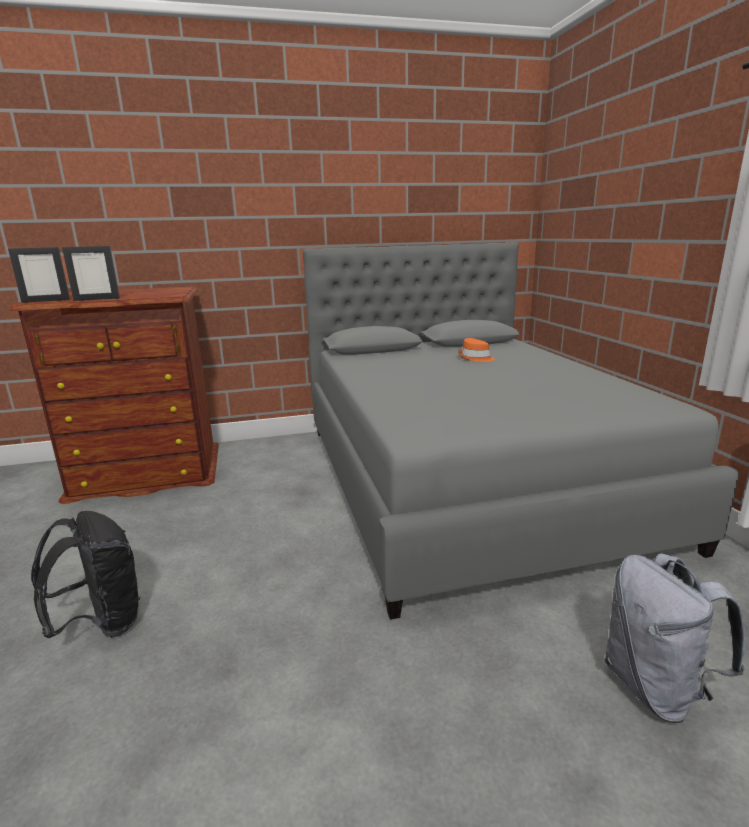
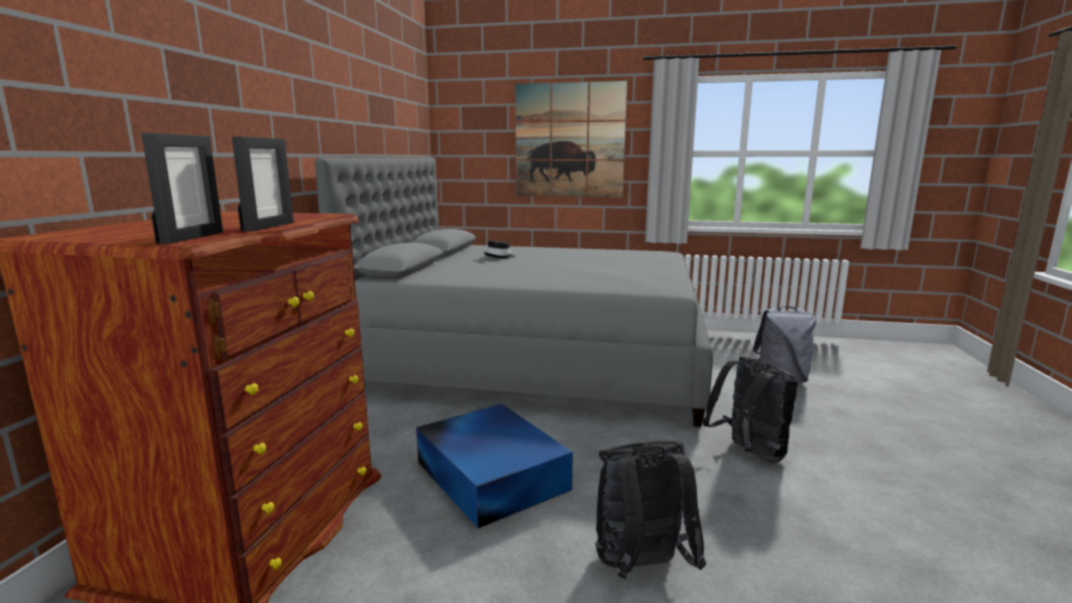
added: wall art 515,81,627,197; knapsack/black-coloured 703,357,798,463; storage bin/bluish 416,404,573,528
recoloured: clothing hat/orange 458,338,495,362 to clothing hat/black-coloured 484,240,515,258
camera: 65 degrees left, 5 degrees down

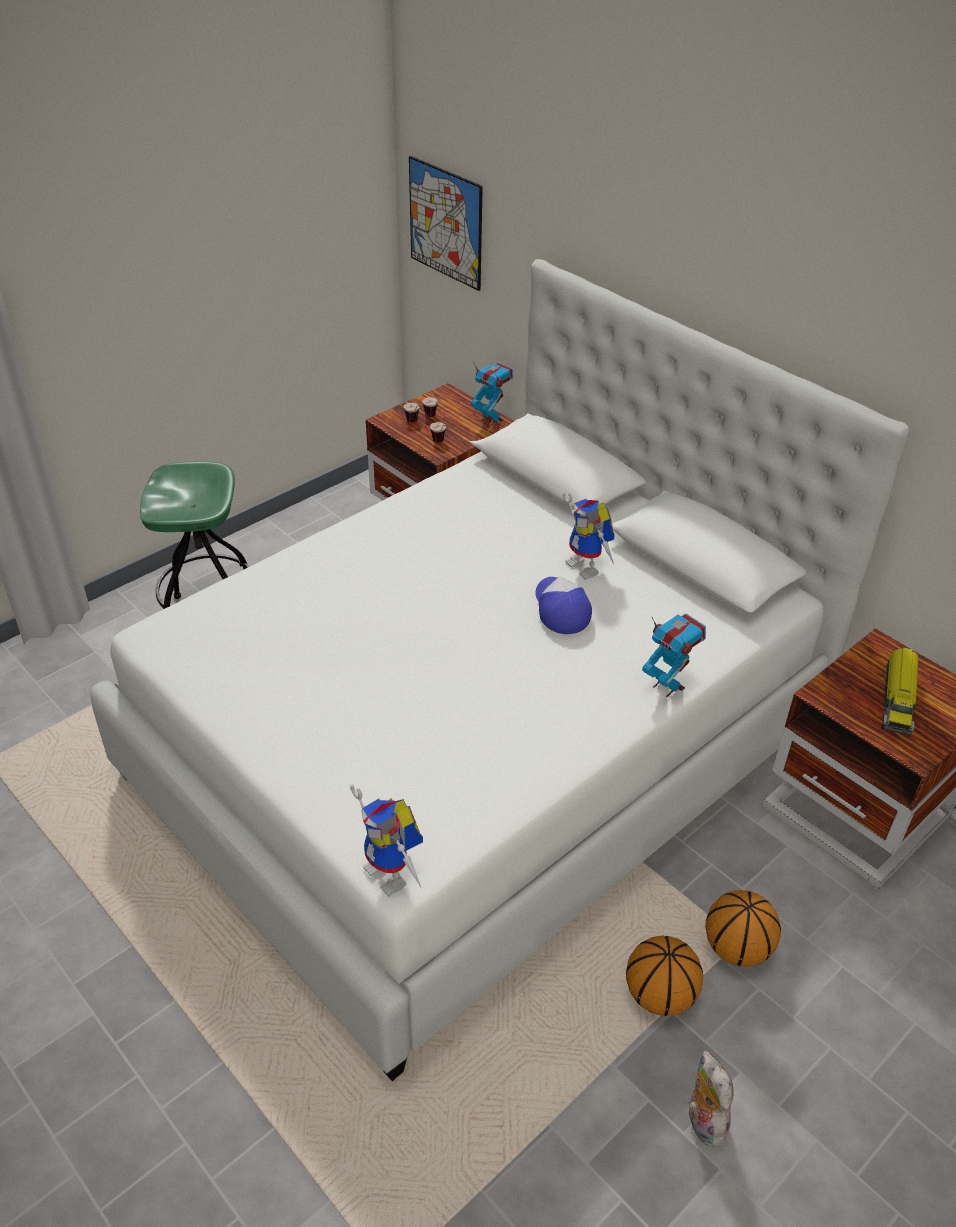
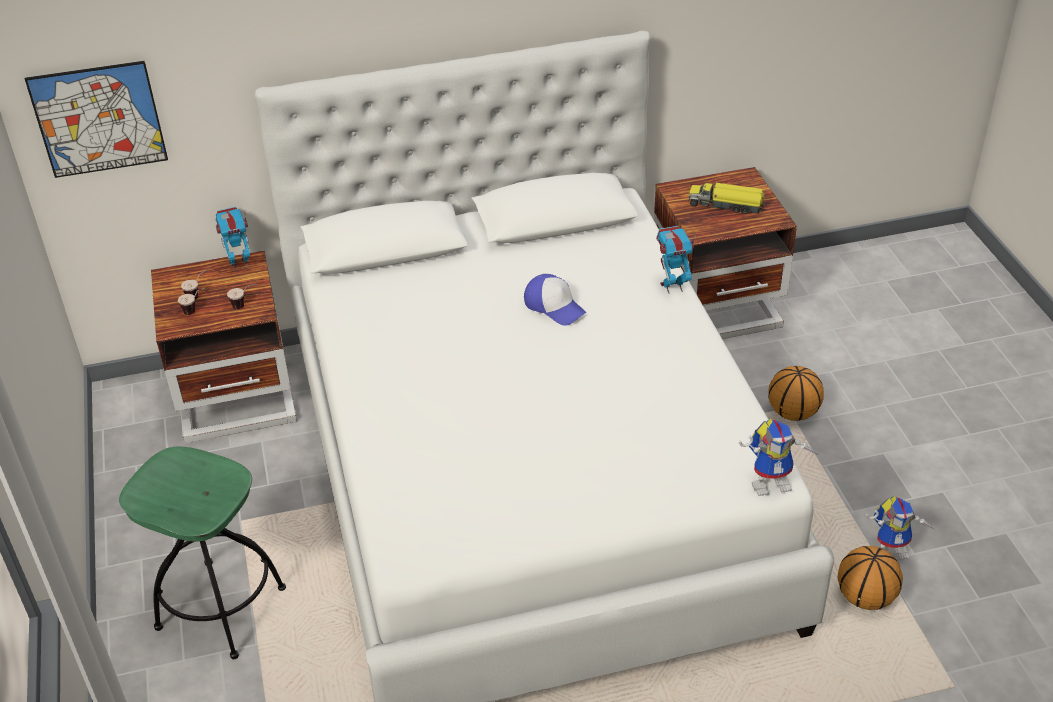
removed: cuddly toy 688,1050,734,1147
moved: robot figure 563,492,615,580 to 866,496,934,560; ball for basketball 626,935,703,1016 to 838,546,903,610
turned: cap 535,577,592,634 = 524,274,586,326 150 degrees counterclockwise; model truck 881,647,918,735 = 688,182,767,214 150 degrees clockwise
camera: 60 degrees left, 0 degrees up

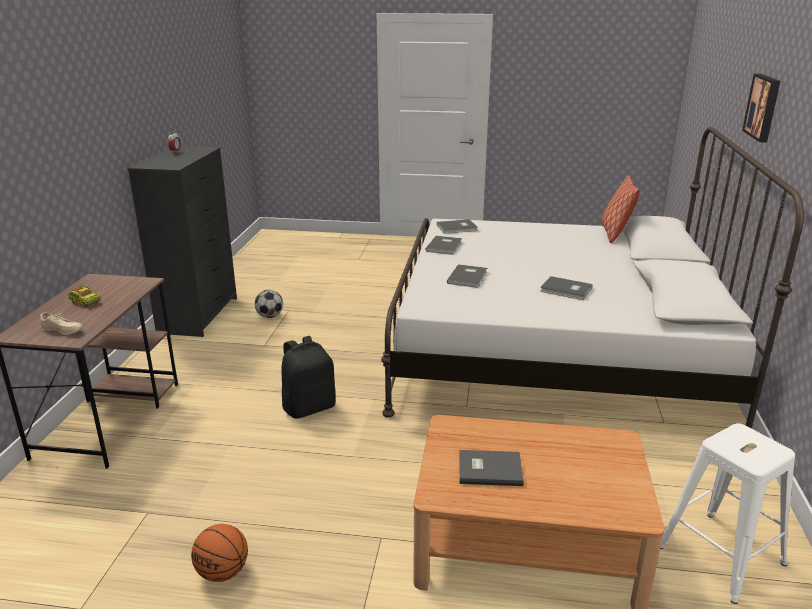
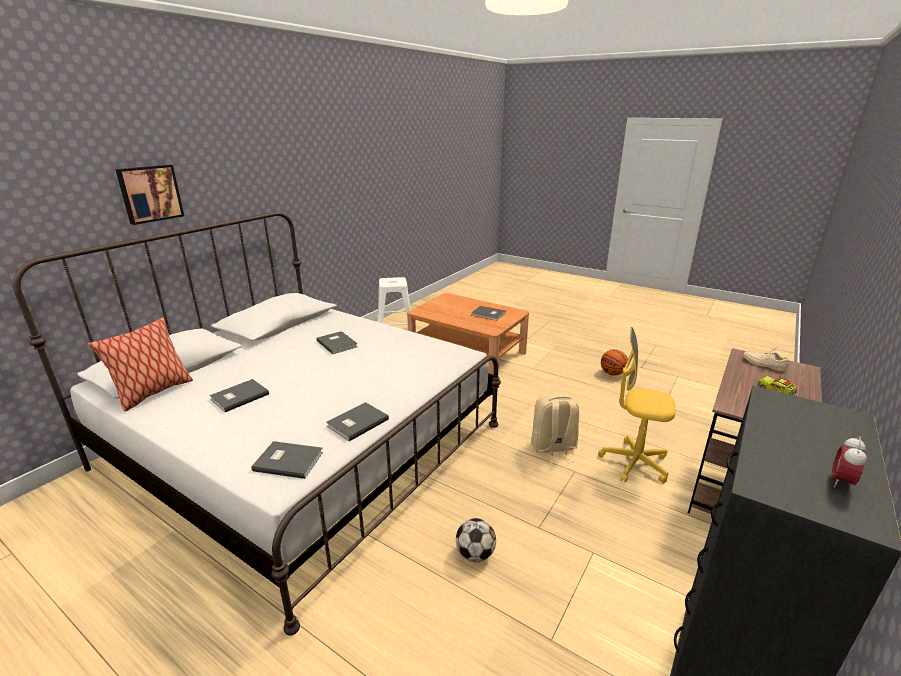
added: desk chair/yellow 598,327,676,484
moved: book/grey 447,264,487,288 to 209,379,269,412; ball for football 255,290,283,318 to 456,518,496,562
recoloured: knapsack/black-coloured 281,336,336,419 to knapsack/beige 531,394,579,464
camera: 155 degrees left, 0 degrees up

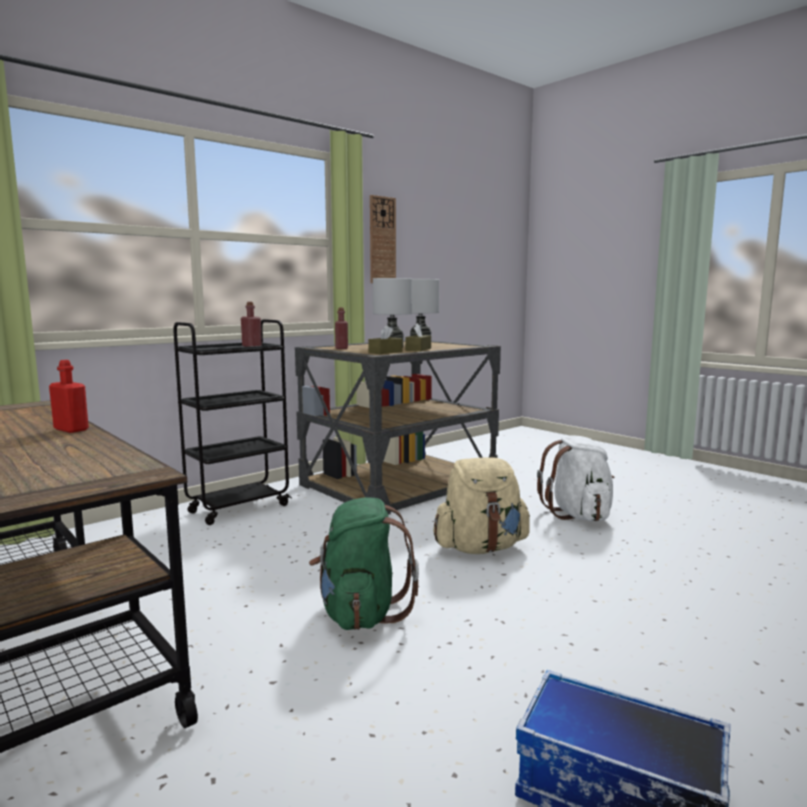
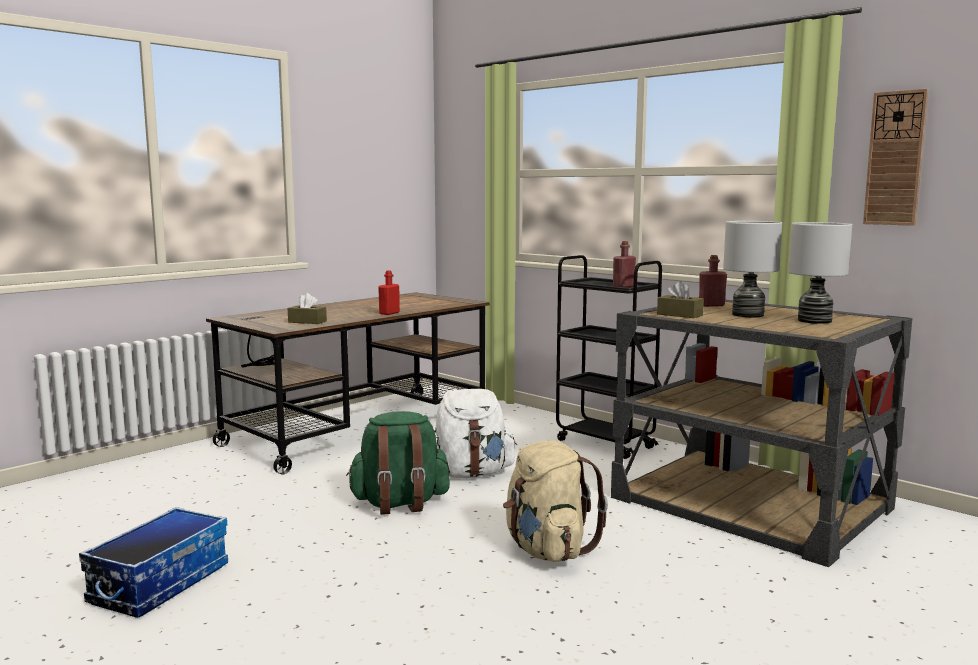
moved: box of tissues/brown-coloured 405,323,431,351 to 288,293,327,324; knapsack/white 537,435,614,521 to 434,389,517,479
camera: 85 degrees right, 0 degrees up

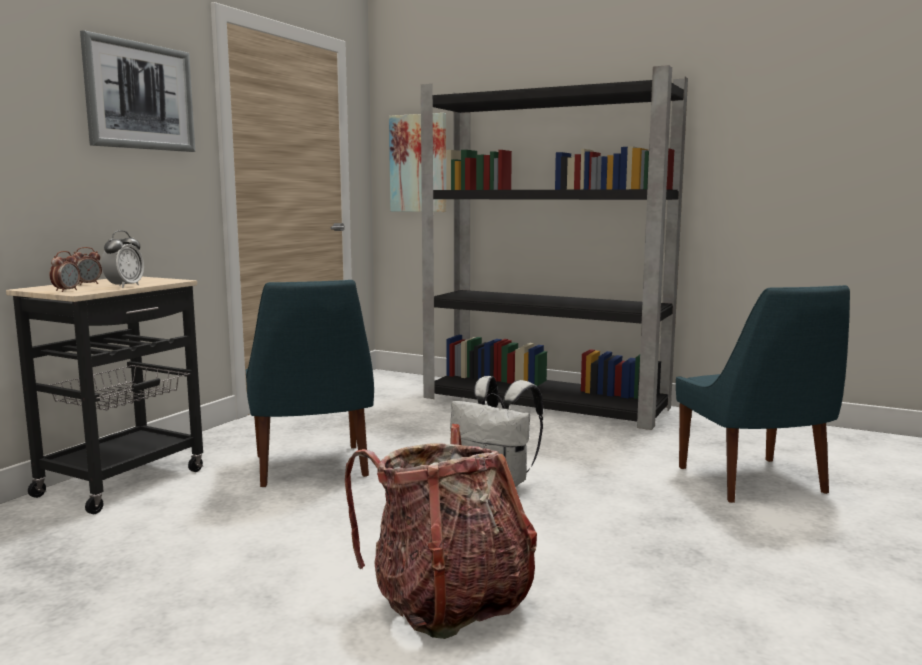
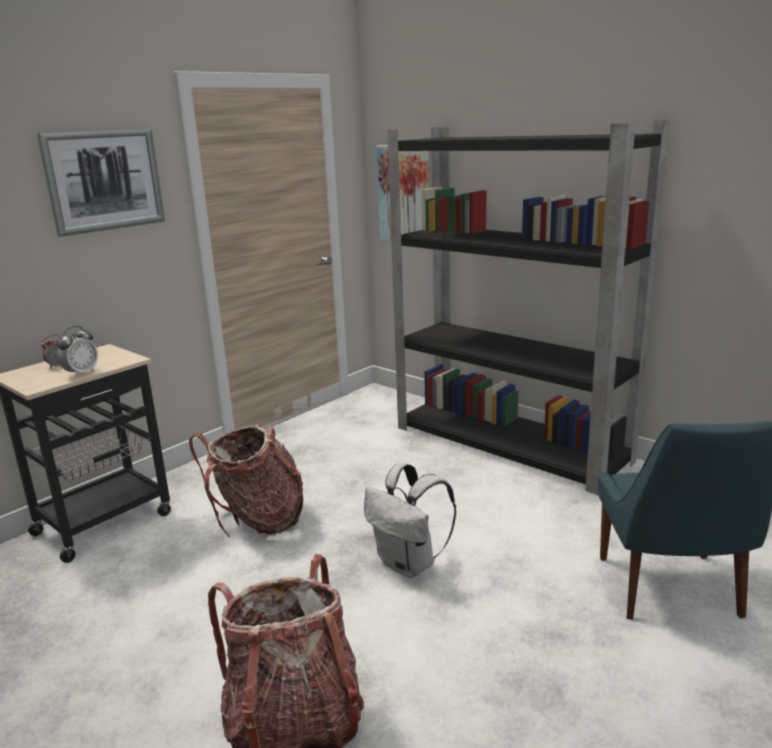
removed: alarm clock 49,251,80,292
replaced: plain chair/bluish 245,280,374,487 to knapsack 189,424,303,538
camera: 15 degrees right, 10 degrees up

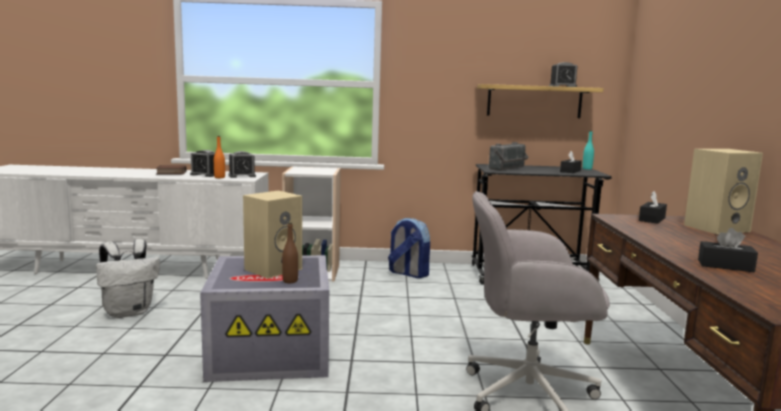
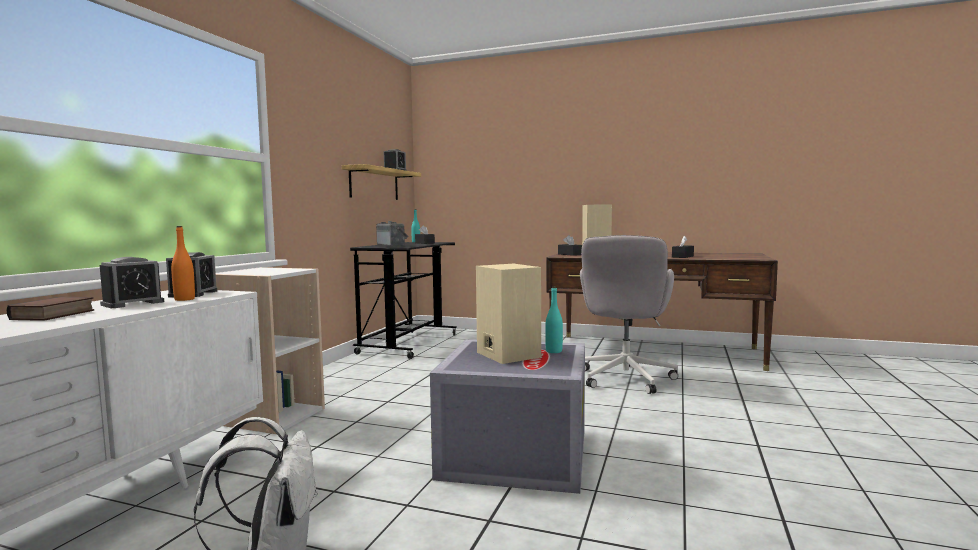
removed: knapsack 388,218,430,278
recoloured: drink bottle/brown-coloured 282,222,298,283 to drink bottle/blue-green 545,287,563,353
camera: 70 degrees left, 5 degrees down

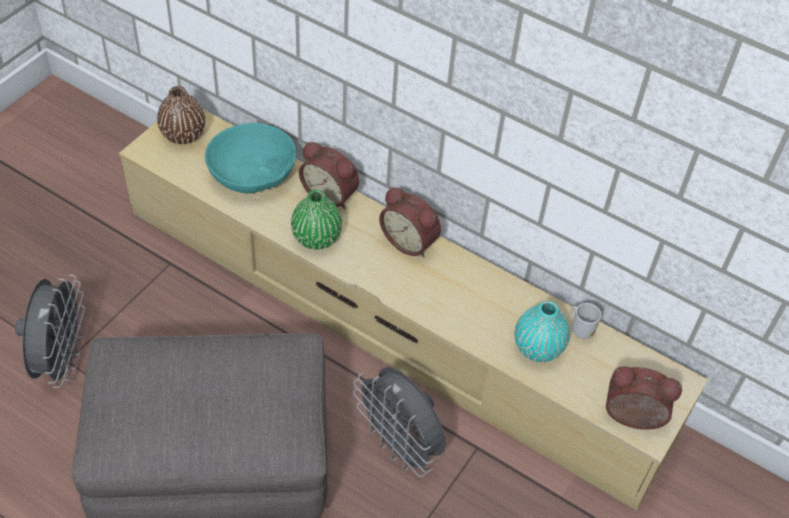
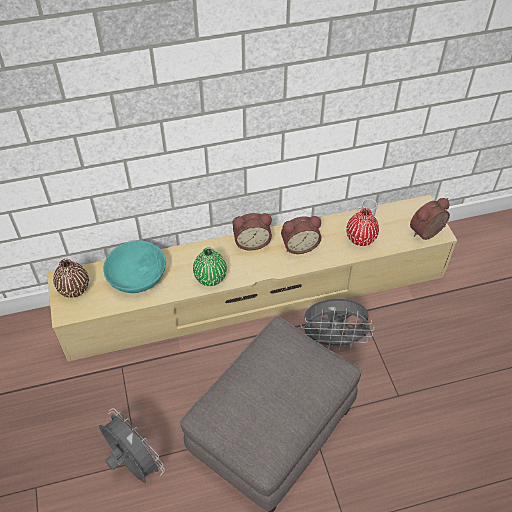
moved: alarm clock 299,142,359,209 to 281,216,321,254
recoloured: decorative vase/blue-green 515,301,570,362 to decorative vase/red 346,208,379,246
camera: 45 degrees left, 0 degrees up

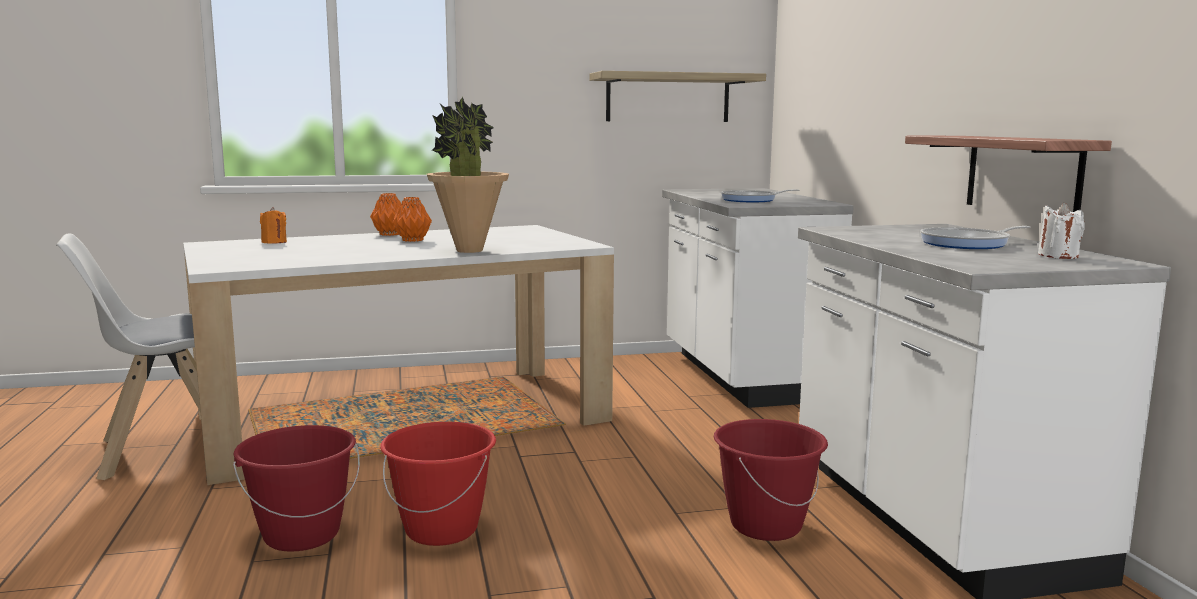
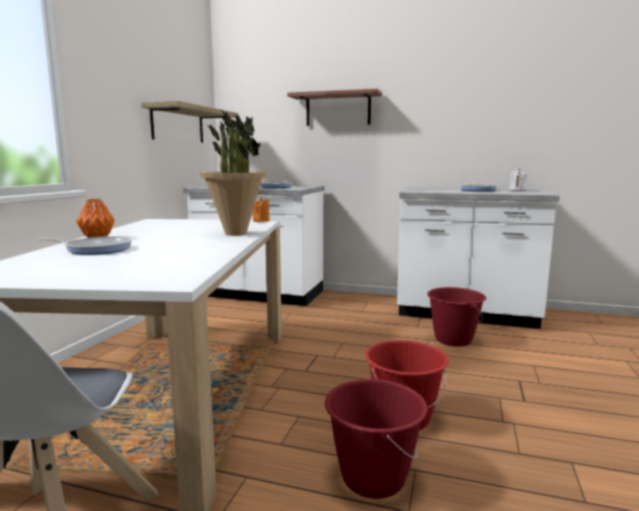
removed: decorative vase/orange 393,197,432,242
added: frying pan 37,236,132,255
moved: bracket shelf 905,136,1112,212 to 287,89,382,126; wax light/orange 260,207,287,244 to 253,196,270,222
camera: 60 degrees left, 0 degrees up

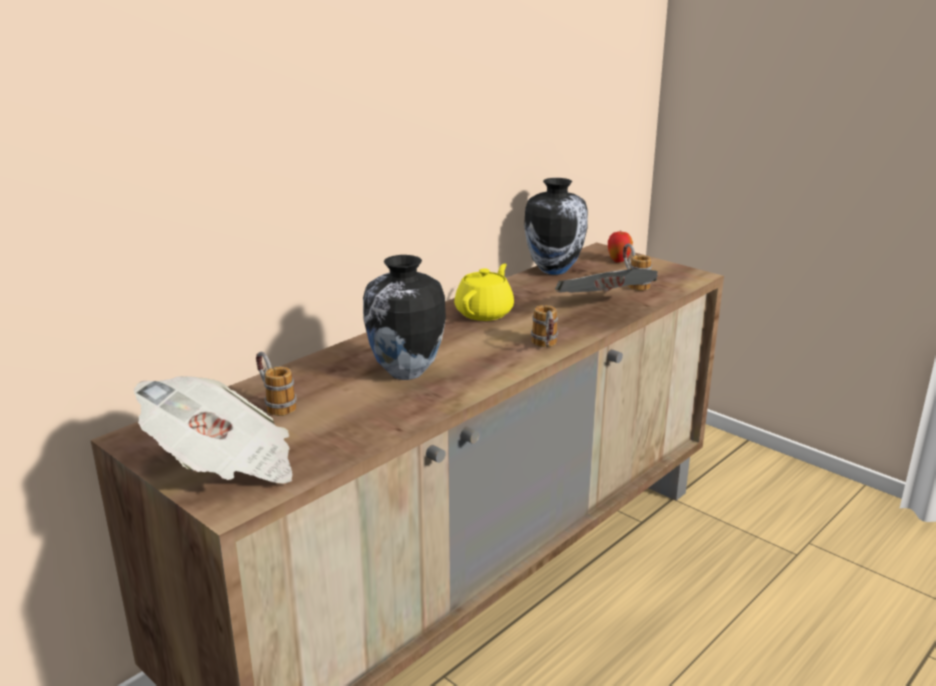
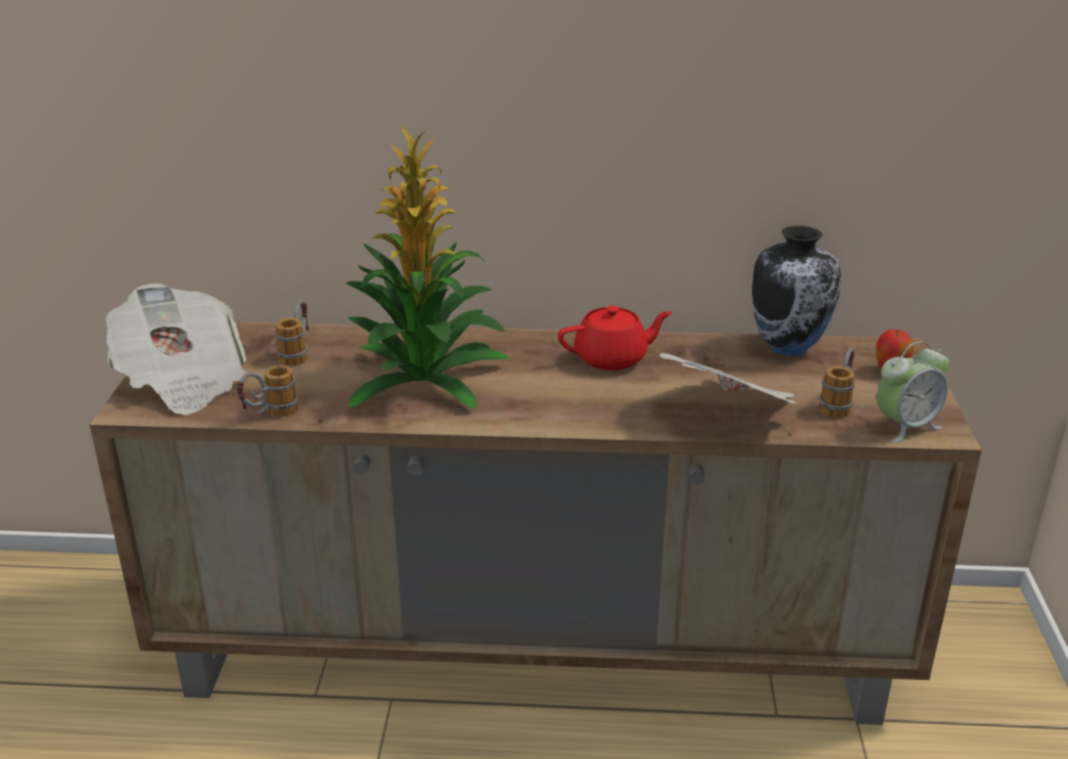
added: alarm clock 877,341,949,443
moved: tea mug 531,305,558,347 to 236,365,299,417
replaced: decorative vase 363,255,446,380 to houseplant 346,126,509,409
recoloured: tea pot/yellow 454,264,514,321 to tea pot/red 558,306,672,371
camera: 50 degrees right, 5 degrees up

